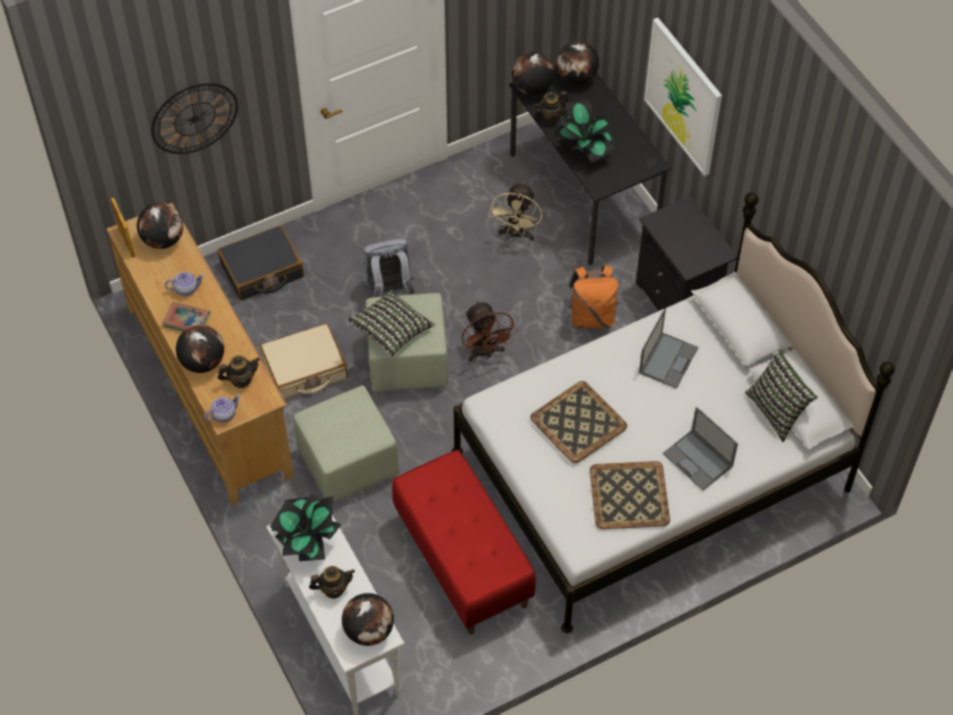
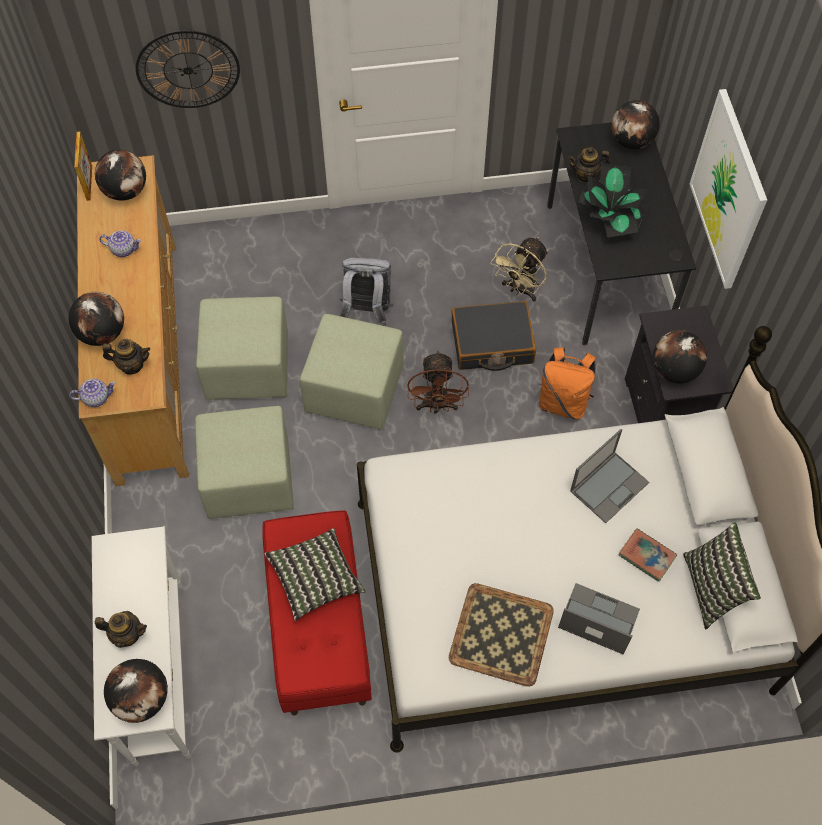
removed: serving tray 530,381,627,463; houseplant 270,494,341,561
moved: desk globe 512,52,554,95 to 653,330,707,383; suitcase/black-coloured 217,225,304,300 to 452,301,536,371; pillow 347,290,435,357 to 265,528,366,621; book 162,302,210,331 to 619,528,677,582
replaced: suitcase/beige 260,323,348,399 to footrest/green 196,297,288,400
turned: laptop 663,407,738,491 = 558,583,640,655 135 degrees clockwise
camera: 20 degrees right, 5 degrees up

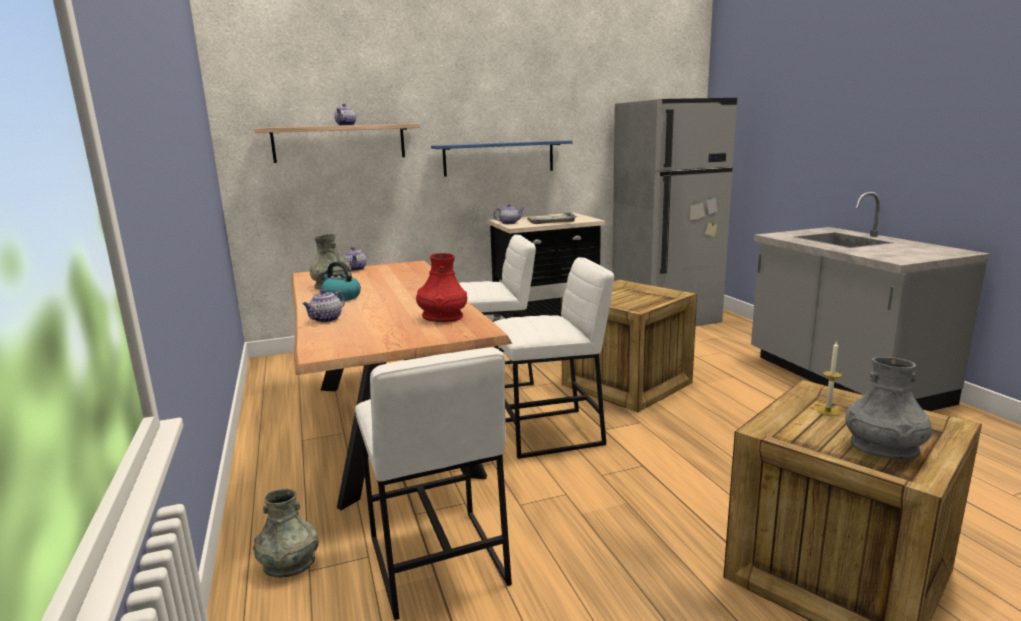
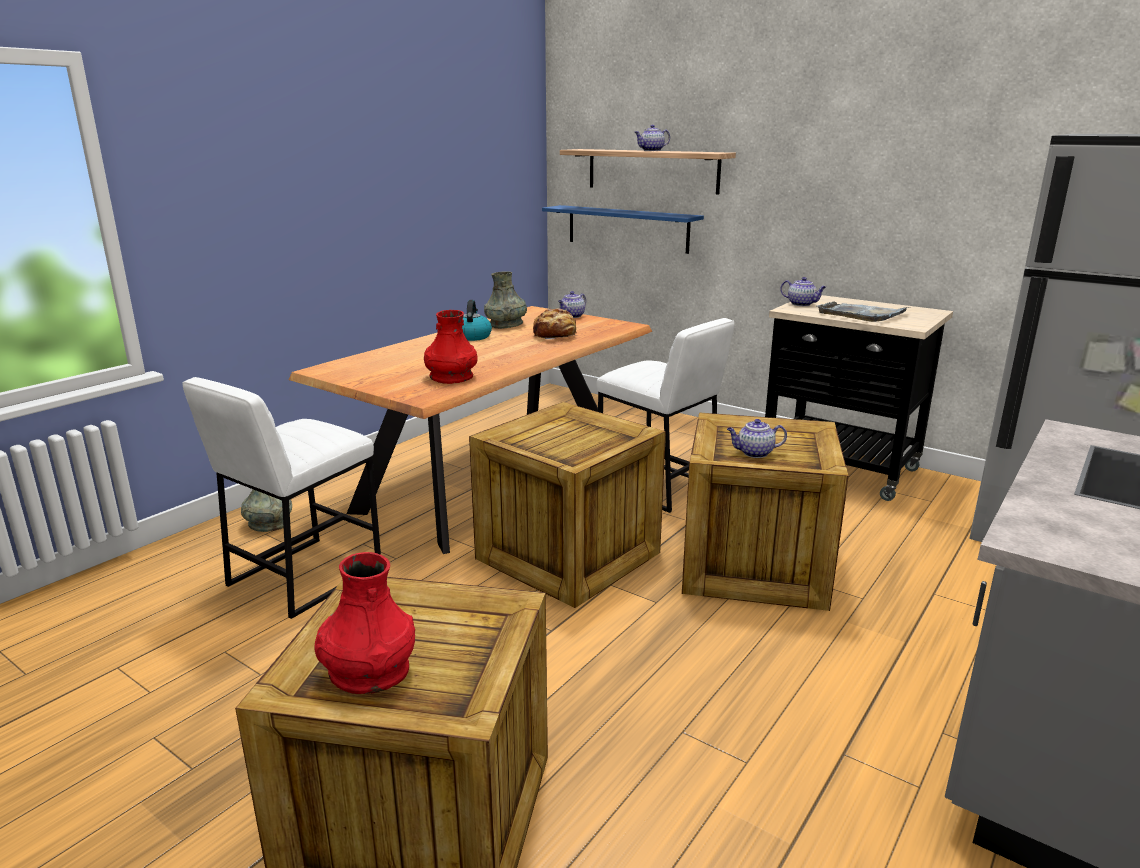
removed: wax light 817,341,842,416
added: baked bread 533,308,577,340
moved: bracket shelf/bluish 431,140,573,177 to 542,205,704,254; tea pot 302,289,345,323 to 727,419,787,458
replaced: plain chair/white 493,257,614,459 to crate 469,402,666,608
recoloured: decorative vase/grey 845,357,932,460 to decorative vase/red 314,552,415,694
camera: 55 degrees right, 5 degrees up

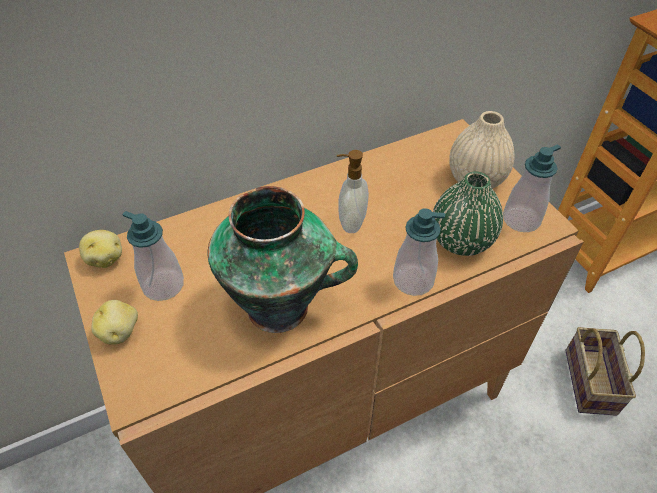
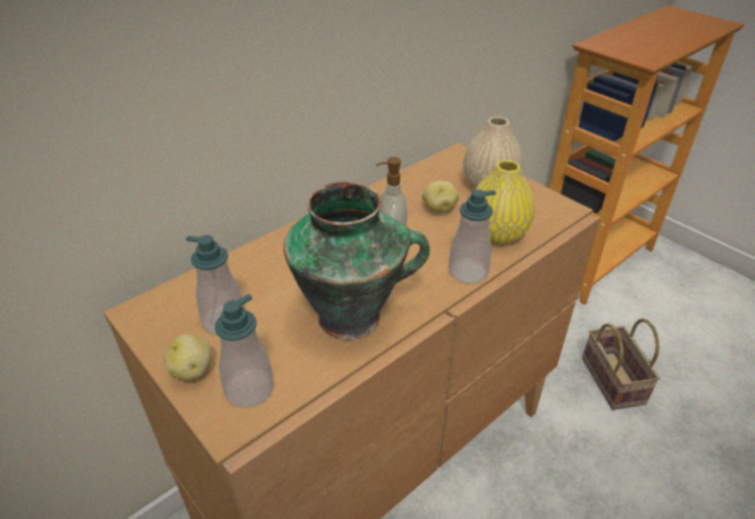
moved: liquid soap bottle 503,144,561,232 to 215,294,274,408; whole potato 79,230,122,268 to 422,181,459,213
recoloured: decorative vase/green 433,171,503,256 to decorative vase/yellow 475,160,535,244
camera: 15 degrees left, 10 degrees down

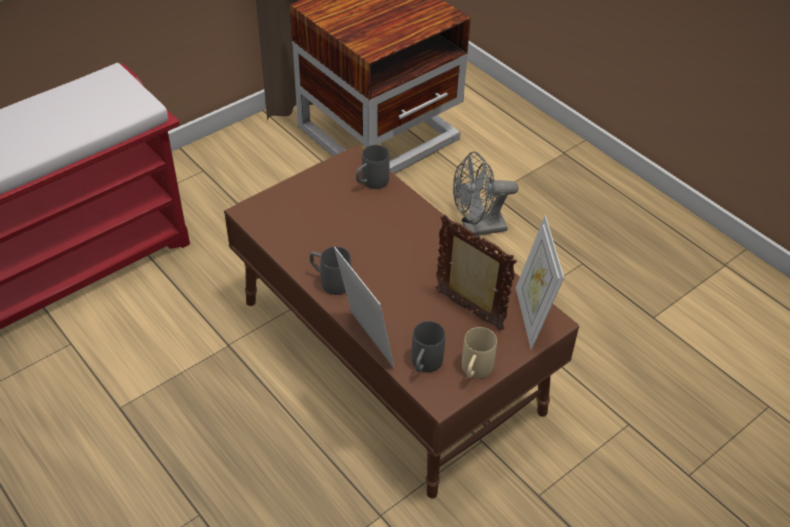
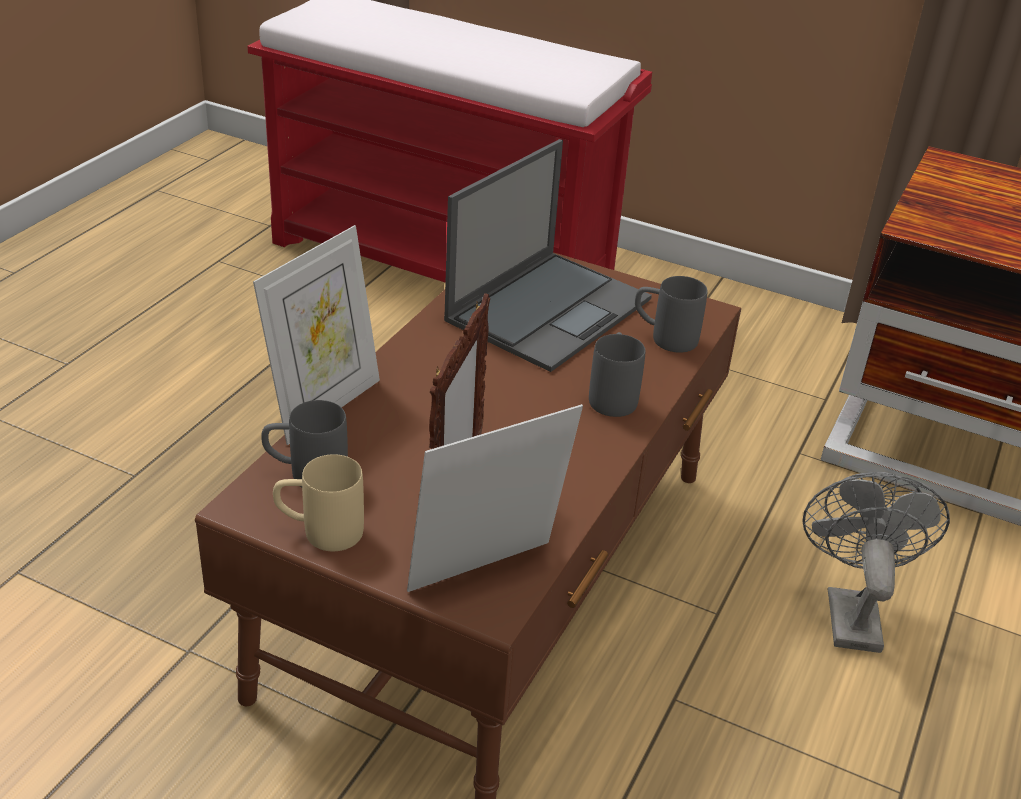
added: laptop 444,139,652,372
moved: tea mug/grey 310,247,351,295 to 589,332,645,417
turned: electric fan/grey 453,152,518,236 = 802,472,950,653 45 degrees clockwise
camera: 65 degrees right, 10 degrees down

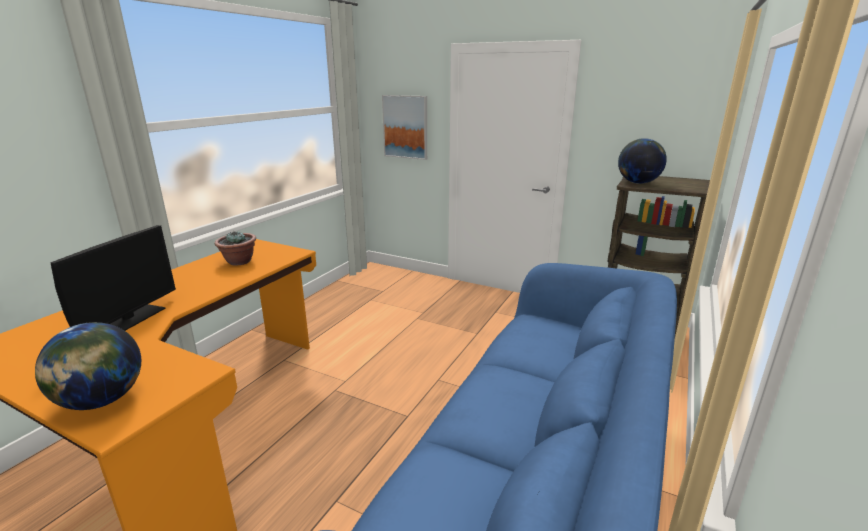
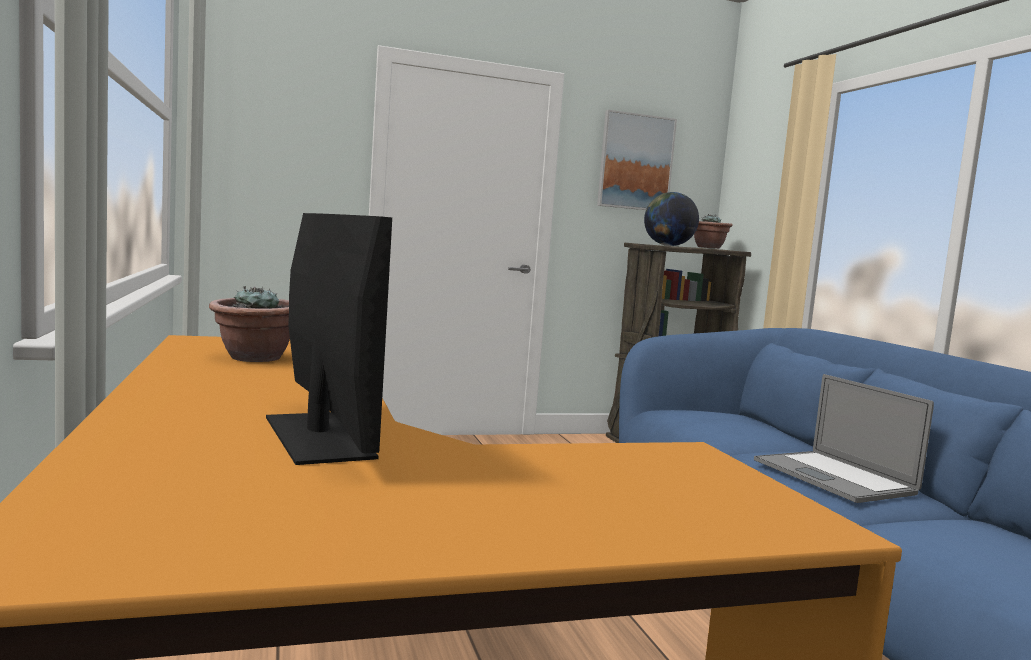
removed: desk globe 35,322,141,410
added: houseplant 694,214,733,249; laptop 754,374,934,503
moved: wall art 382,95,427,160 to 597,110,677,210
camera: 45 degrees left, 15 degrees down

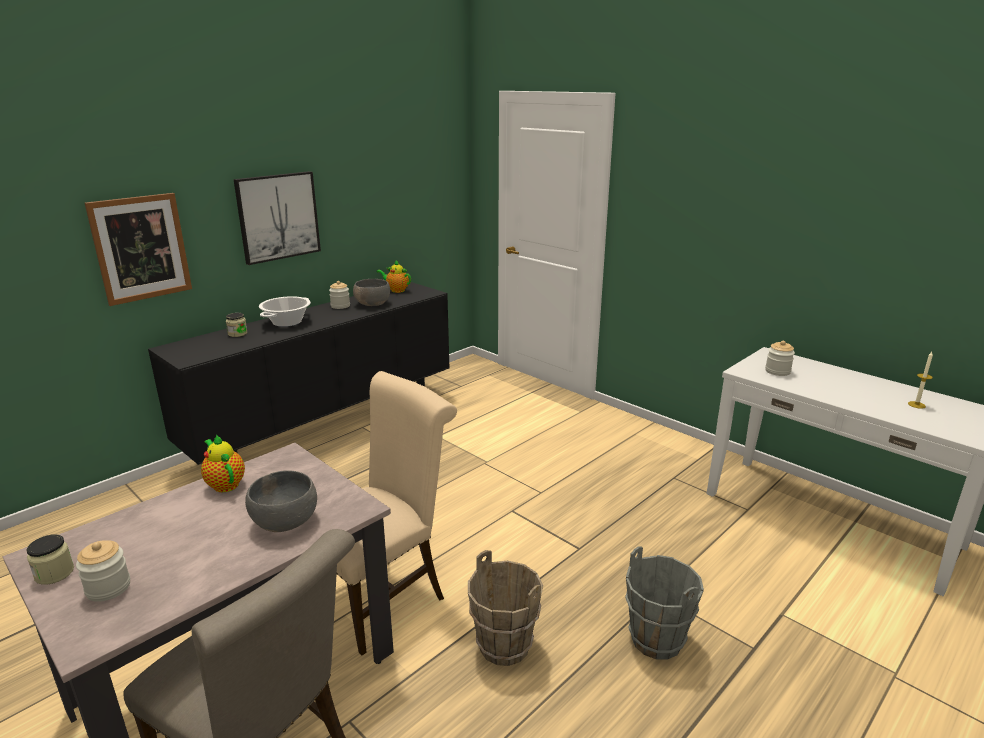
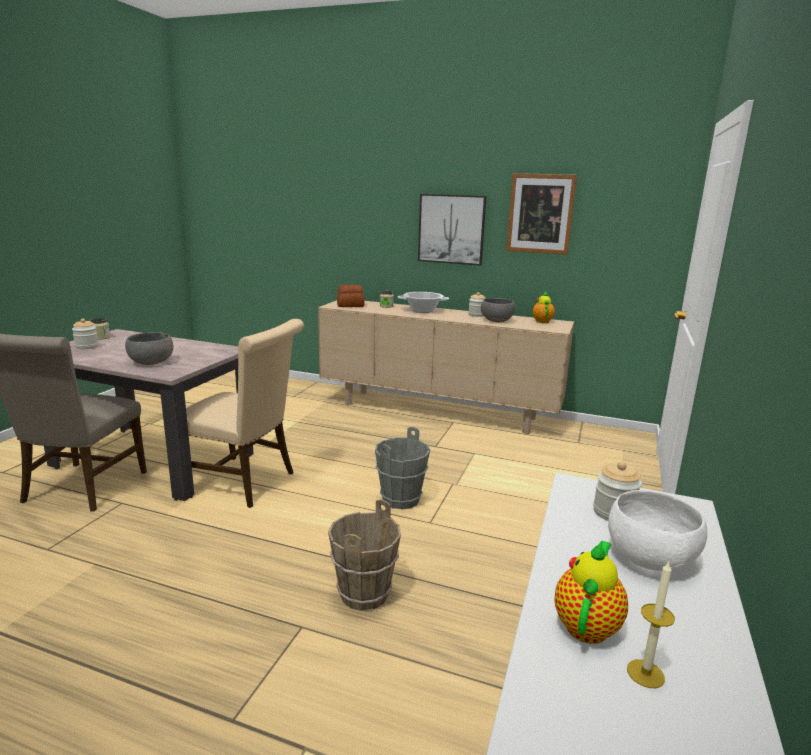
added: baked bread 337,285,364,307; bowl/white 608,490,707,571
moved: wall art 85,193,192,306 to 506,173,577,255; tea pot 201,434,245,492 to 555,541,628,644; pail/grey 625,546,704,659 to 375,427,430,509; pail/brown-coloured 468,550,543,666 to 328,499,401,611
recoloured: cupboard/black-coloured 148,282,449,465 to cupboard/beige 318,300,574,434
camera: 65 degrees right, 5 degrees down

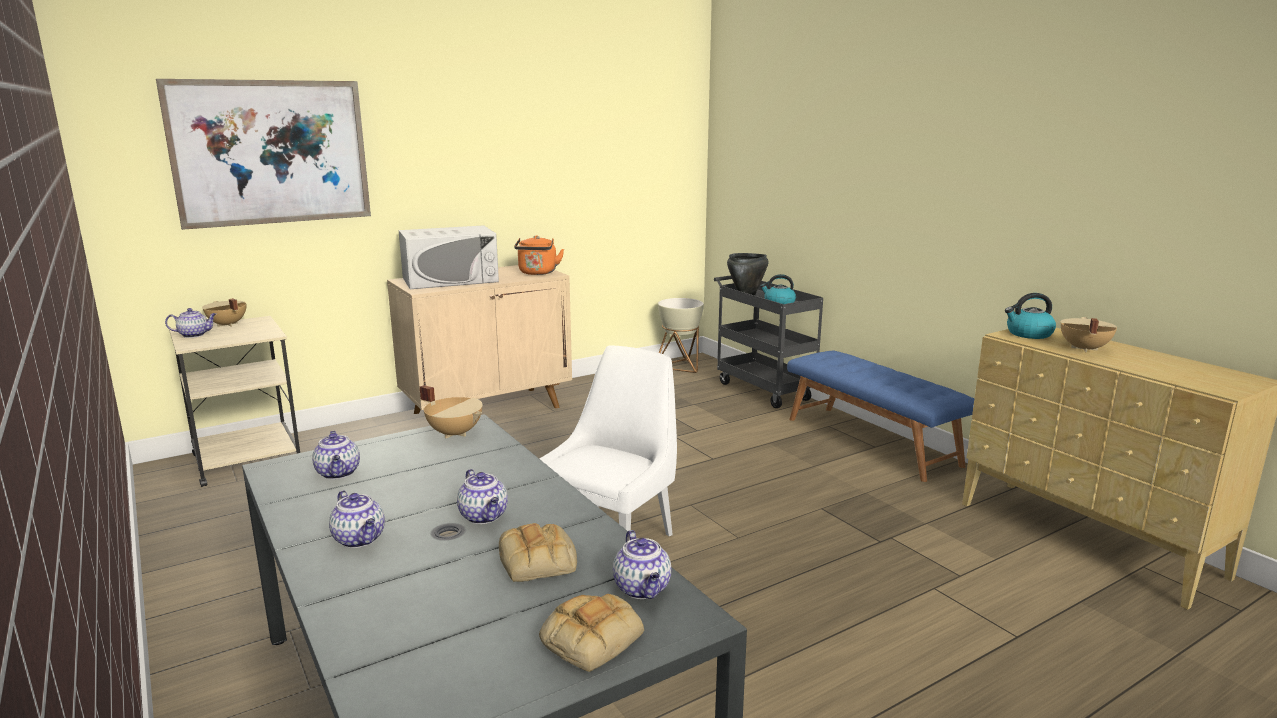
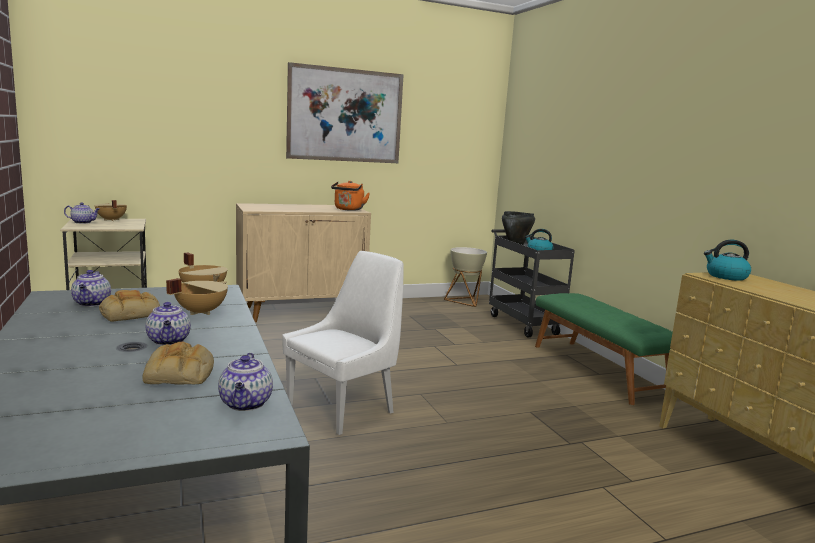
removed: microwave/white 399,225,499,289; tea pot 329,490,385,548
moved: wall art 156,79,371,230 to 286,62,404,163; stockpot/beige 1060,317,1117,352 to 166,278,228,315; baked bread 539,594,644,672 to 99,290,160,322
recoloured: long seat/bluish 787,351,974,482 to long seat/green 535,293,673,405
camera: 10 degrees right, 5 degrees down

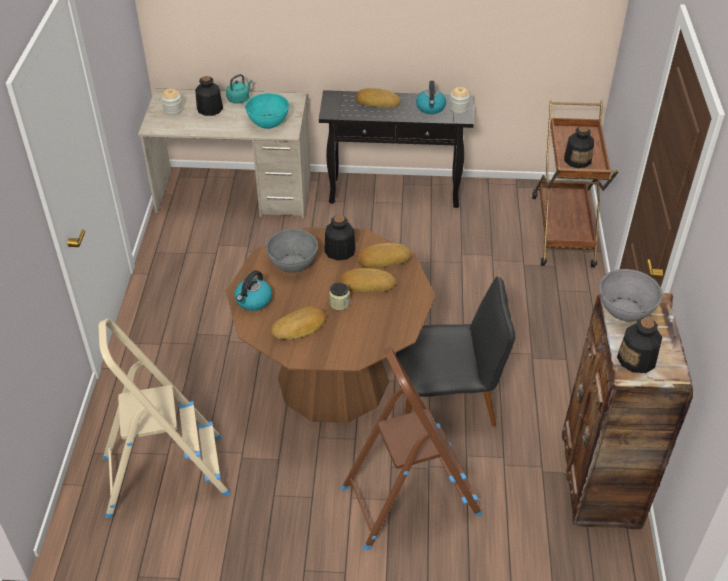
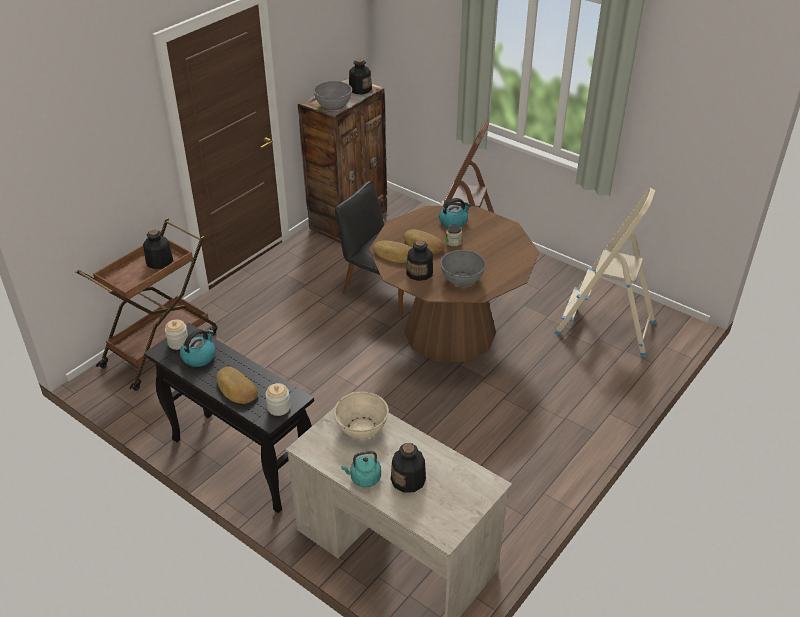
removed: baked bread 271,306,326,340
moved: jar 161,89,182,116 to 266,383,290,416; tea kettle 234,270,272,311 to 439,198,471,227
recoloured: bowl/blue-green 245,93,289,129 to bowl/beige 334,392,389,439
camera: 145 degrees left, 5 degrees down

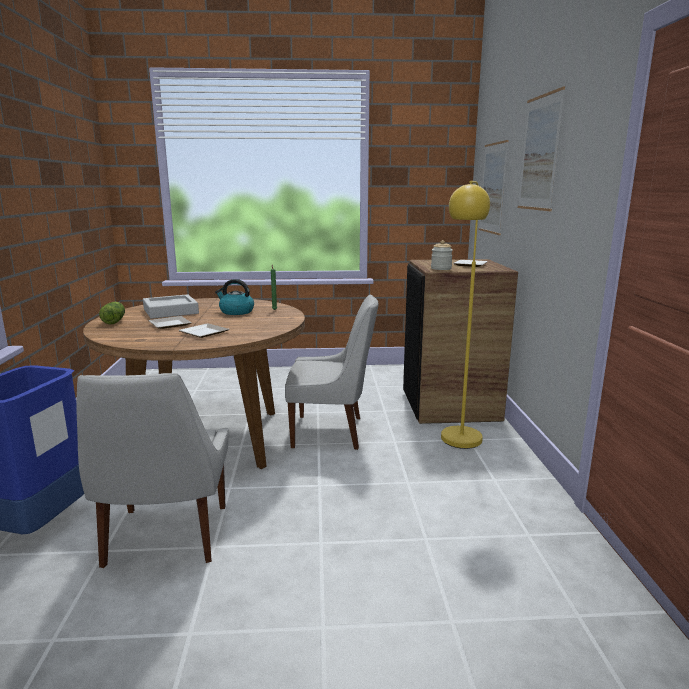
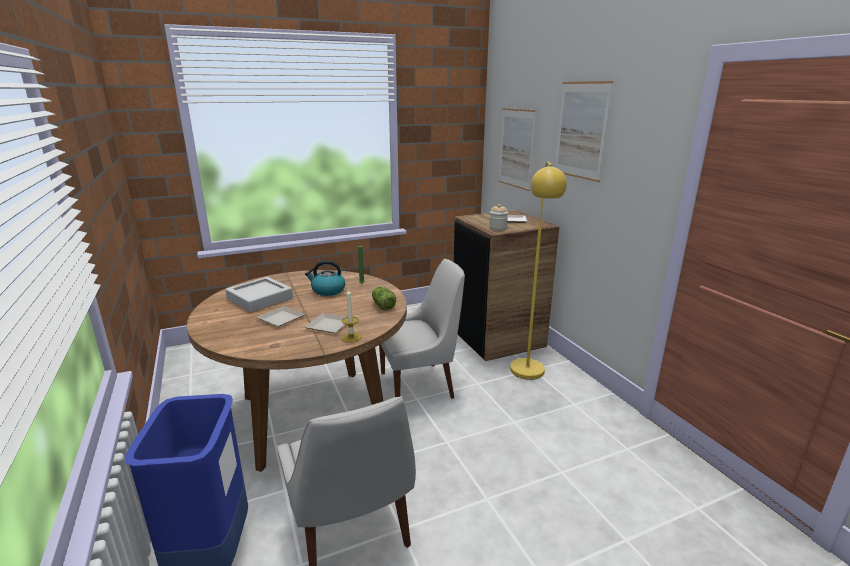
added: wax light 341,288,361,343
moved: head of lettuce 99,302,125,324 to 372,286,396,311
camera: 20 degrees left, 5 degrees up

